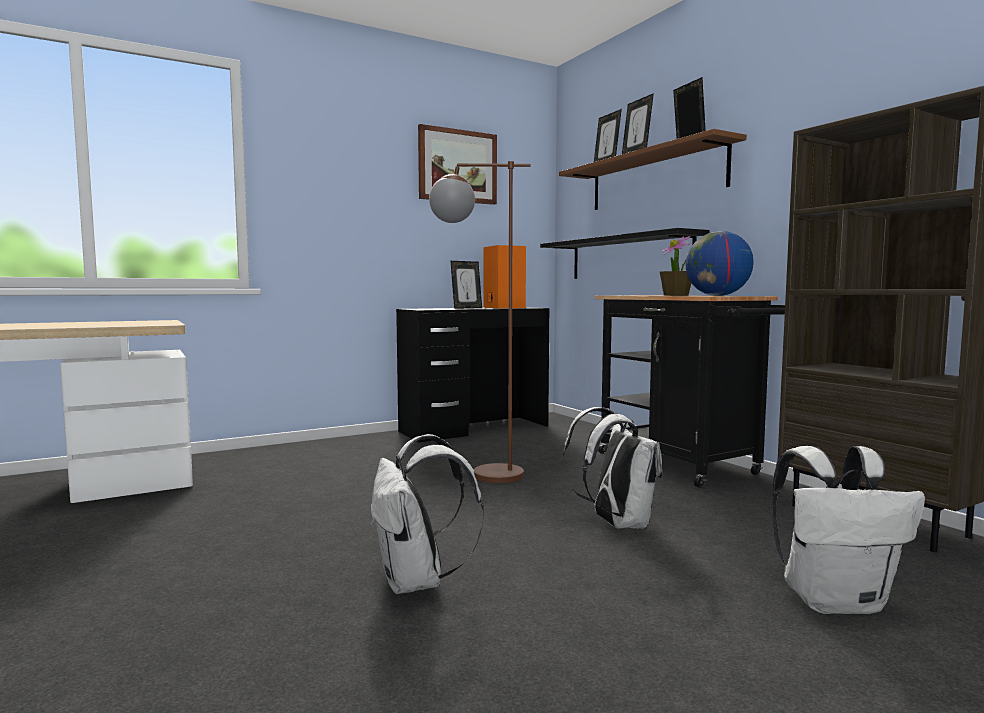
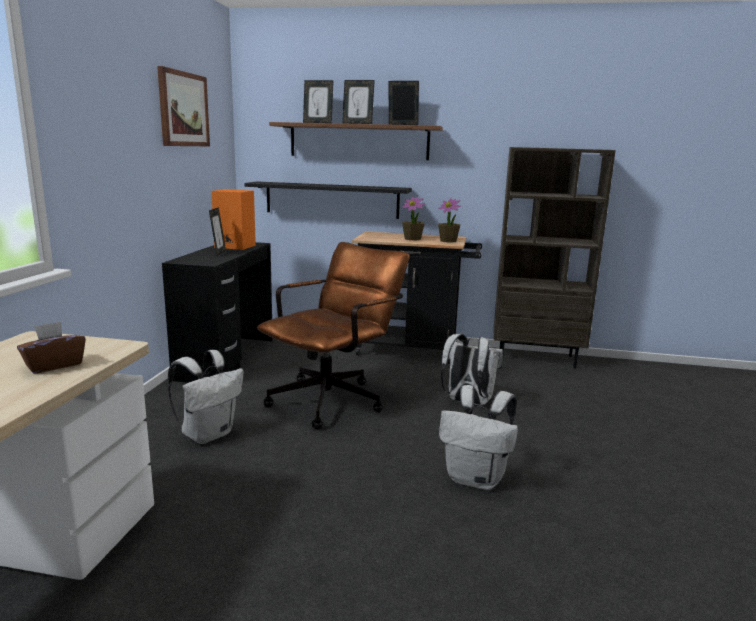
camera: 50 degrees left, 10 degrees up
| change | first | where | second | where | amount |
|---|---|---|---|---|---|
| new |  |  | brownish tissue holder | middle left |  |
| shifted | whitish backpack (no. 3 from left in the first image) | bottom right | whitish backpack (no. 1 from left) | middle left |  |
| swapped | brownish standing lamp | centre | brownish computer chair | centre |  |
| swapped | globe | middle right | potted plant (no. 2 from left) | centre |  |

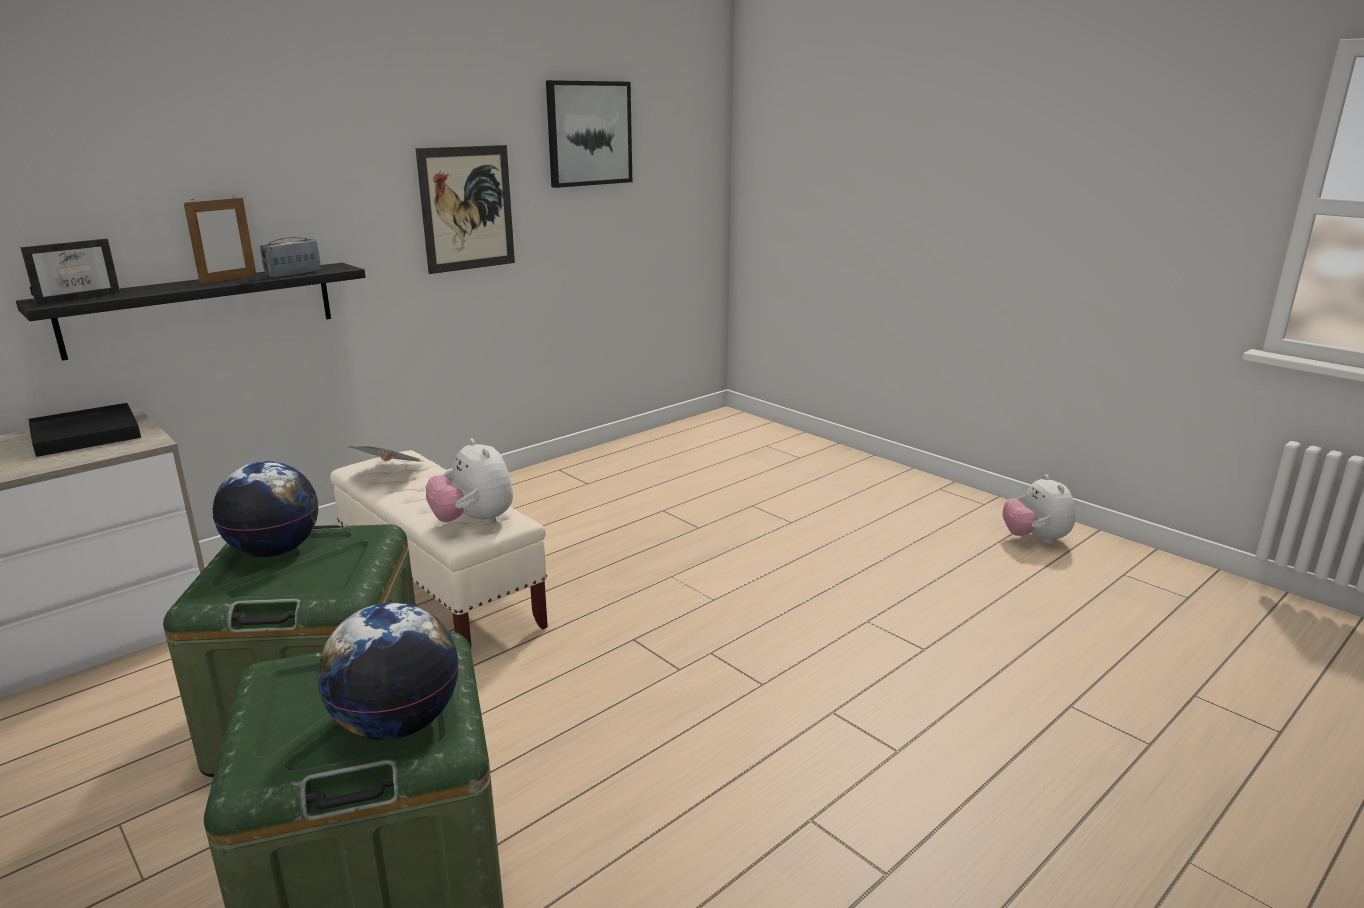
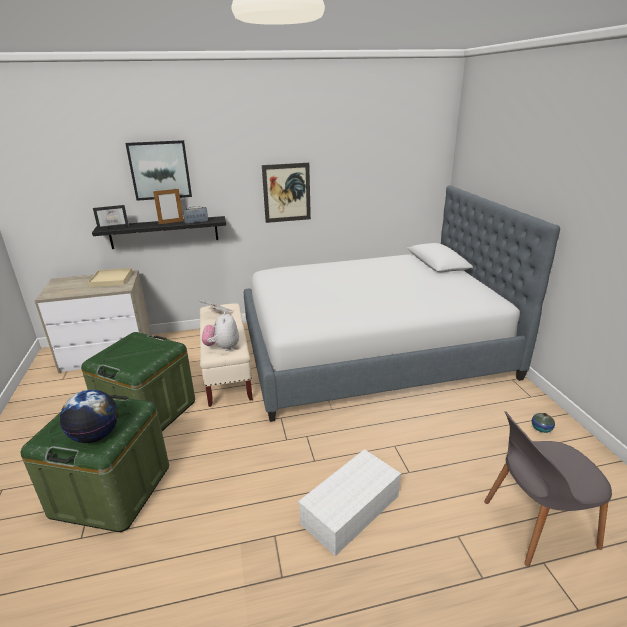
camera: 30 degrees right, 5 degrees up
| change | first | where | second | where | amount |
|---|---|---|---|---|---|
| repainted | black-coloured tray | middle left | sand-coloured tray | middle left |  |
| shifted | wall art (no. 2 from left in the first image) | top centre | wall art (no. 1 from left) | top left |  |
| new |  |  | sleeping bed | centre |  |
| new |  |  | whitish storage bin | bottom centre |  |
| new |  |  | greyish upright chair | bottom right |  |
| swapped | soft toy (no. 2 from left) | middle right | flower vase | bottom right |  |
| gone | globe (no. 1 from left) | middle left |  |  |  |

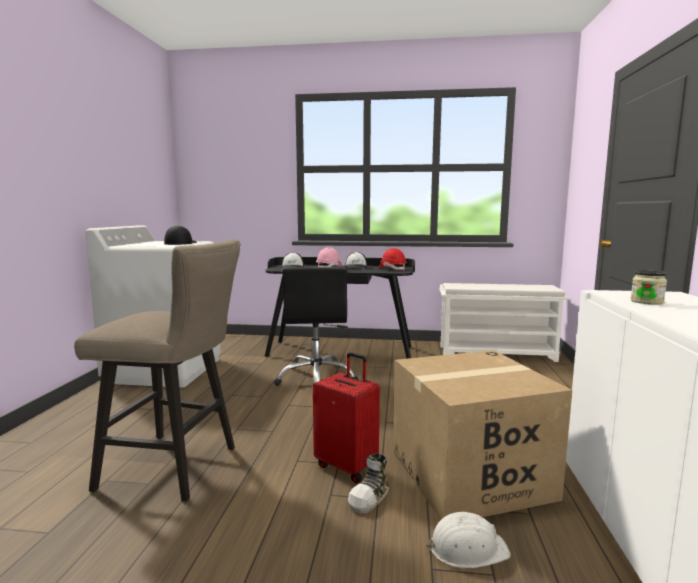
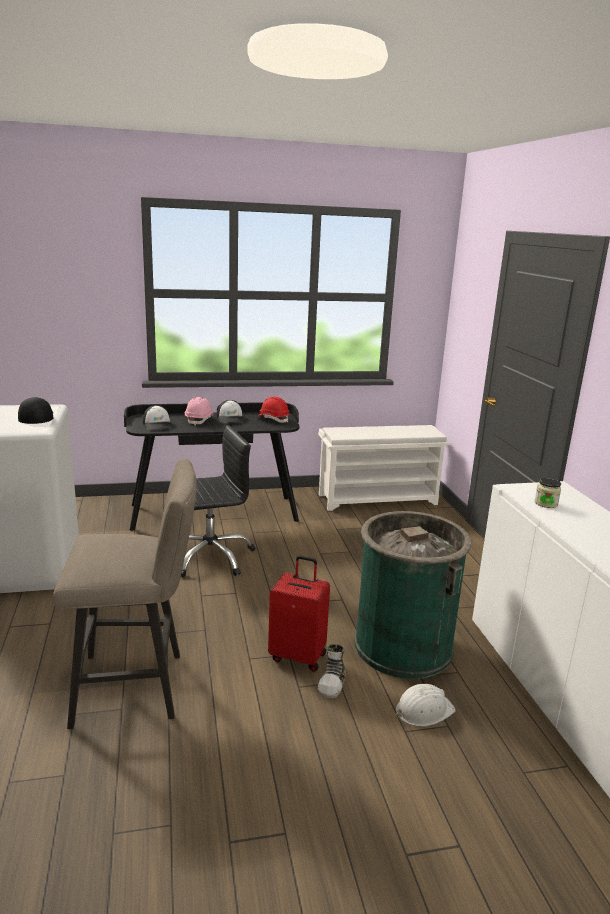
camera: 20 degrees left, 10 degrees up
| change | first | where | second | where | amount |
|---|---|---|---|---|---|
| rotated | black-coloured computer chair | centre |  | centre | 90 degrees counterclockwise |
| swapped | cardboard box | bottom right | greenish rubbish bin | middle right |  |

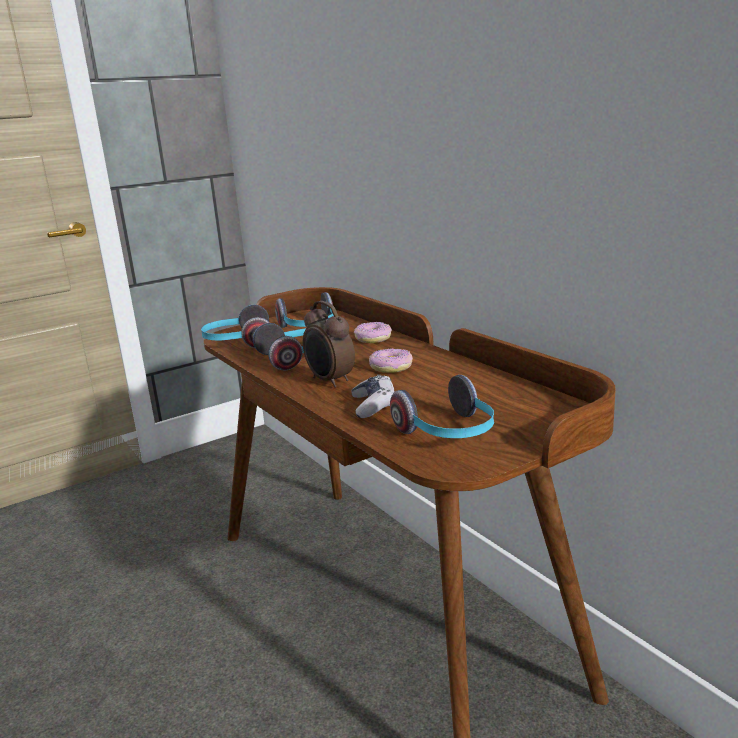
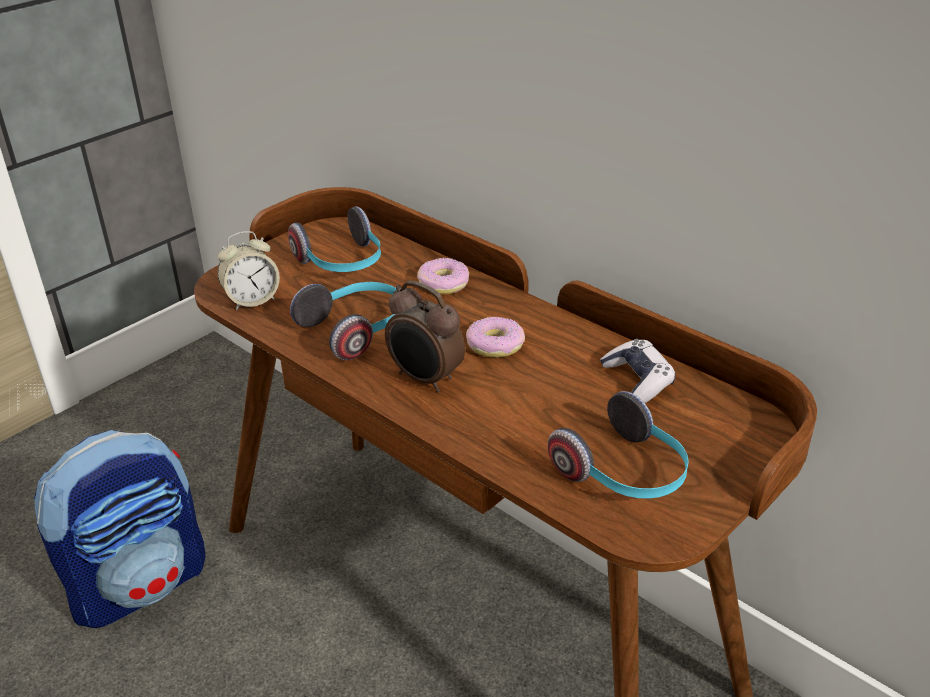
camera: 15 degrees left, 15 degrees up
| change | first | where | second | where | amount |
|---|---|---|---|---|---|
| new |  |  | backpack | bottom left |  |
| swapped | headphones (no. 1 from left) | middle left | bedside clock (no. 1 from left) | middle left |  |
| shifted | gamepad | centre |  | middle right |  |

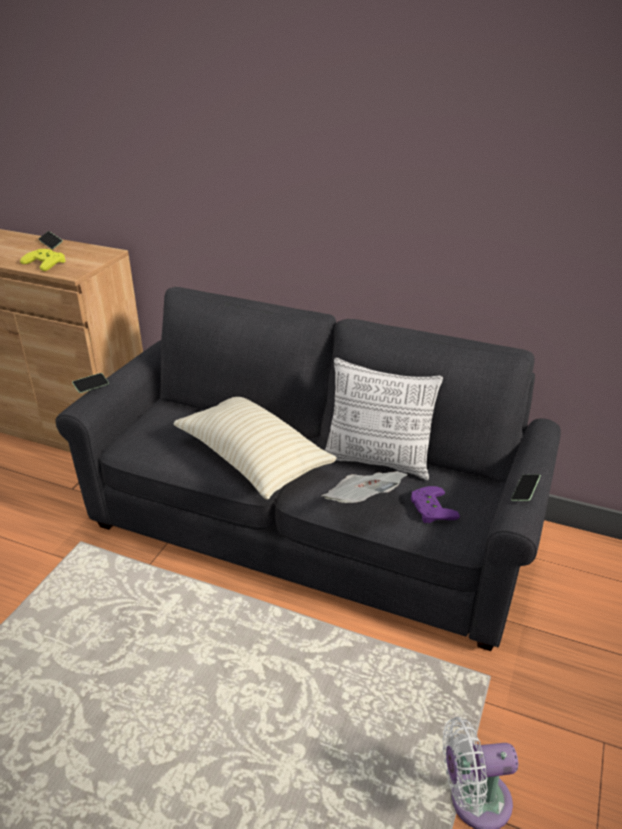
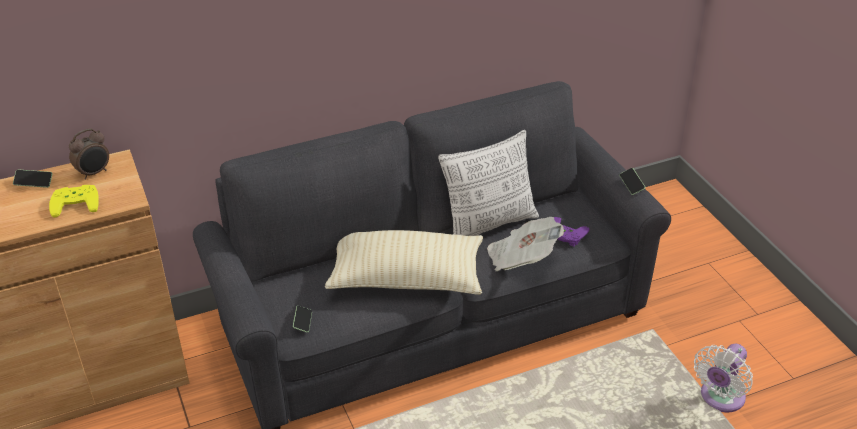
camera: 45 degrees left, 5 degrees up
| change | first | where | second | where | amount |
|---|---|---|---|---|---|
| new |  |  | bedside clock | middle left |  |
| shifted | telephone (no. 2 from left) | middle left |  | bottom centre |  |

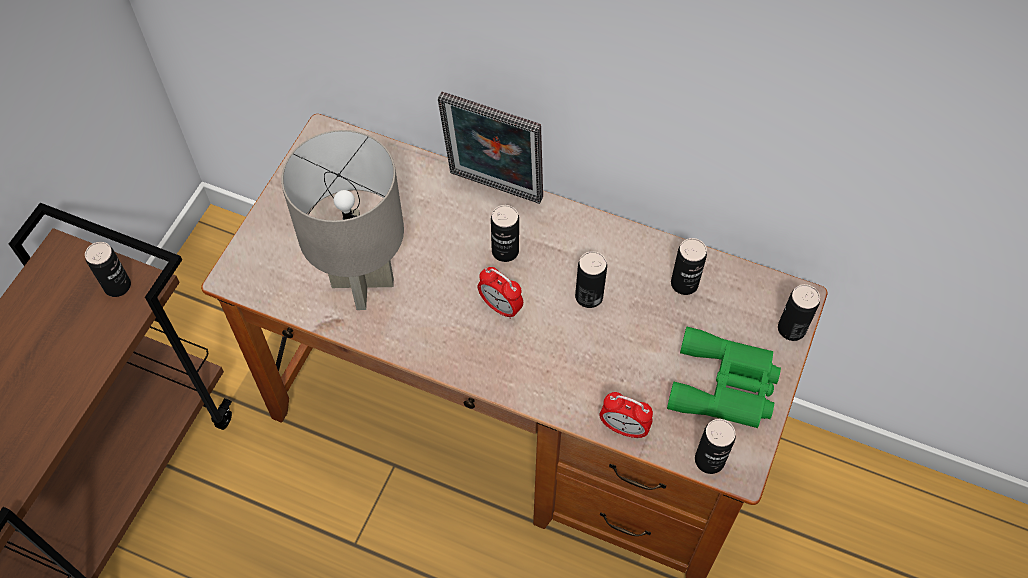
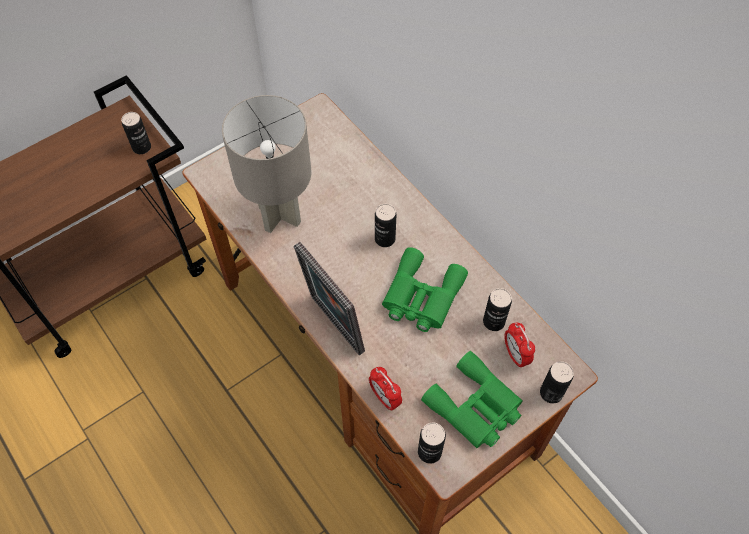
camera: 30 degrees right, 0 degrees up
| change | first | where | second | where | amount |
|---|---|---|---|---|---|
| shifted | picture frame | top centre |  | centre |  |
| swapped | metal can (no. 3 from left) | centre | greenish pair of binoculars (no. 1 from left) | centre |  |
| shifted | bedside clock (no. 1 from left in the first image) | centre | bedside clock (no. 2 from left) | middle right |  |

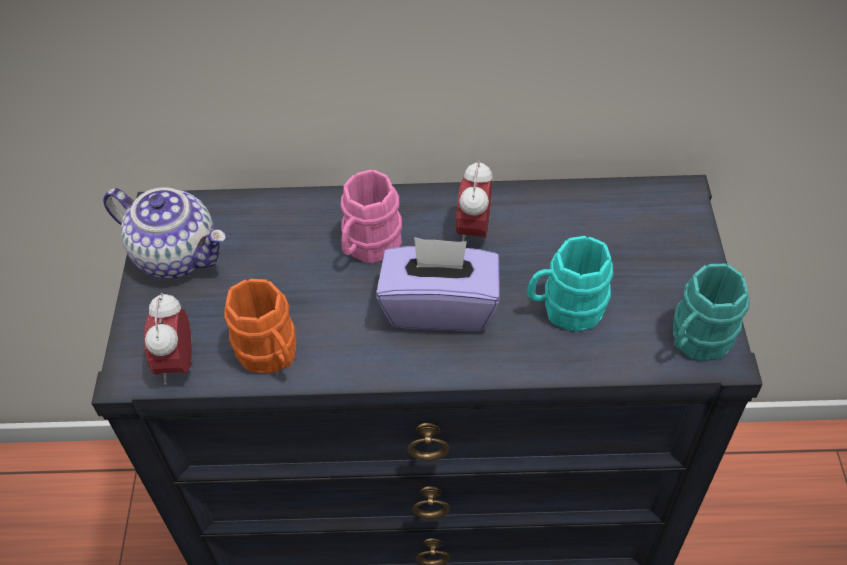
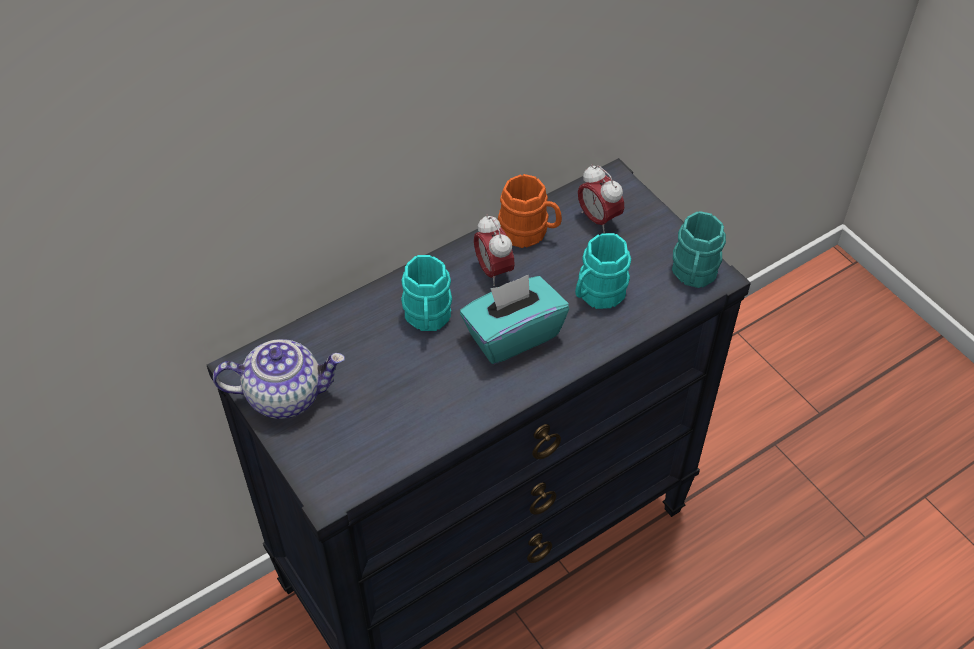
camera: 35 degrees left, 0 degrees up
| change | first | where | second | where | amount |
|---|---|---|---|---|---|
| repainted | pinkish coffee mug | centre | turquoise-coloured coffee mug (no. 1 from left) | centre |  |
| repainted | purple-coloured tissue holder | centre | turquoise-coloured tissue holder | centre |  |
| shifted | orangey coffee mug | middle left |  | top centre |  |
| shifted | bedside clock (no. 1 from left in the first image) | middle left | bedside clock (no. 2 from left) | top centre |  |

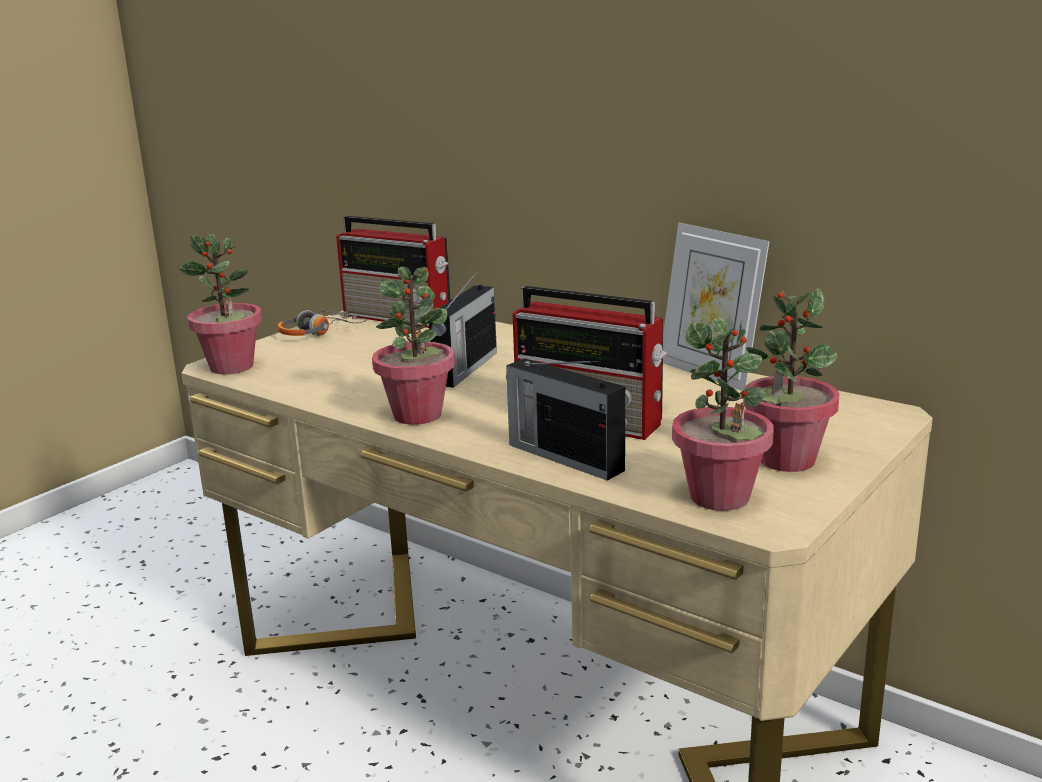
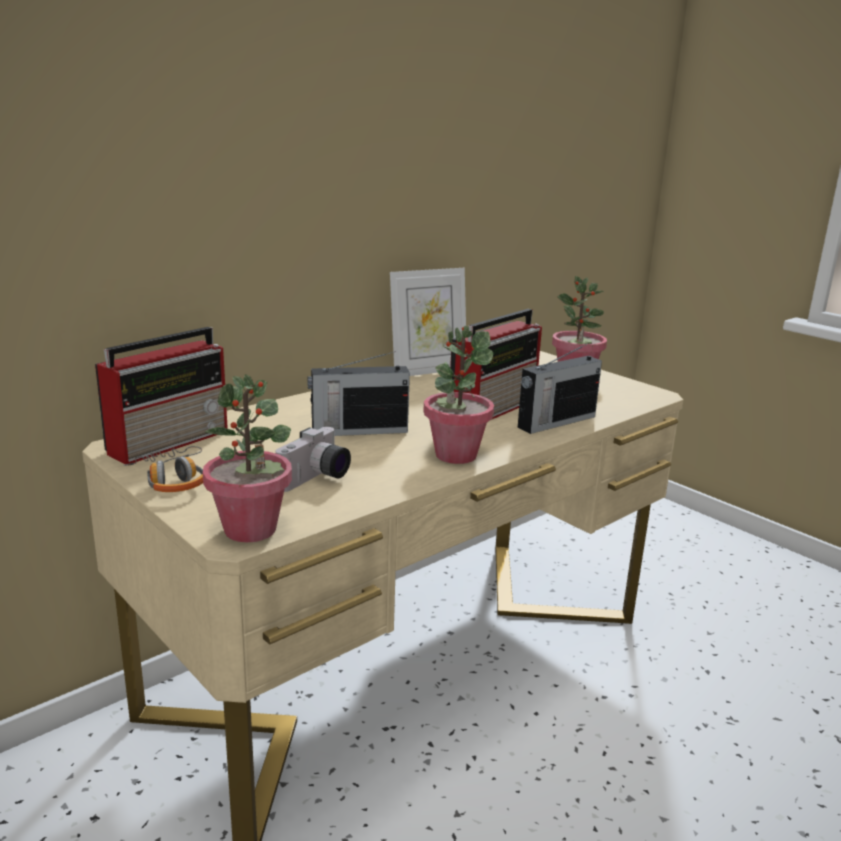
camera: 80 degrees left, 0 degrees up
| change | first | where | second | where | amount |
|---|---|---|---|---|---|
| new |  |  | still camera | centre |  |
| rotated | radio (no. 2 from left) | centre |  | centre | 135 degrees clockwise |
| gone | potted plant (no. 3 from left) | middle right |  |  |  |

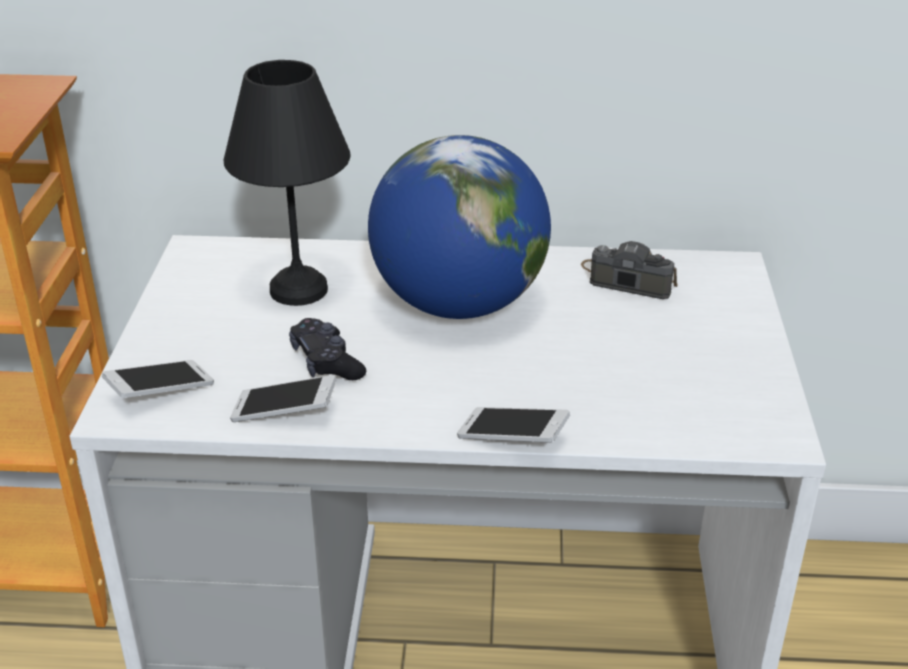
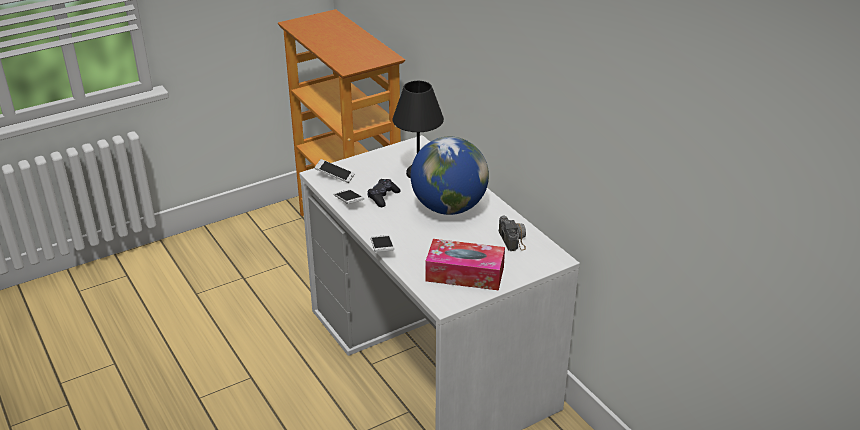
camera: 55 degrees right, 0 degrees up
| change | first | where | second | where | amount |
|---|---|---|---|---|---|
| new |  |  | tissue holder | centre |  |

